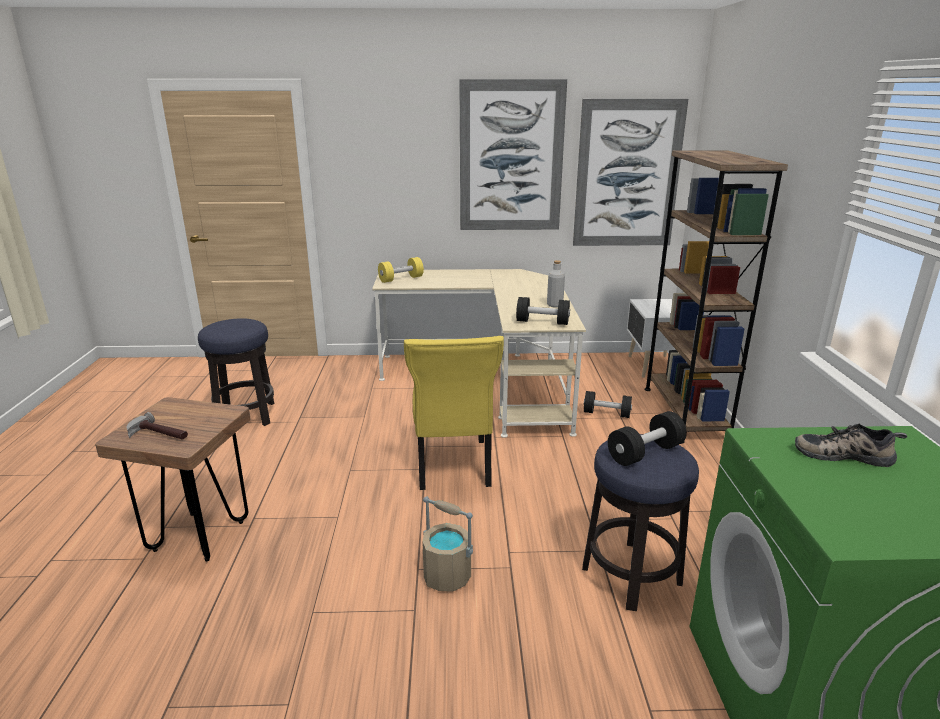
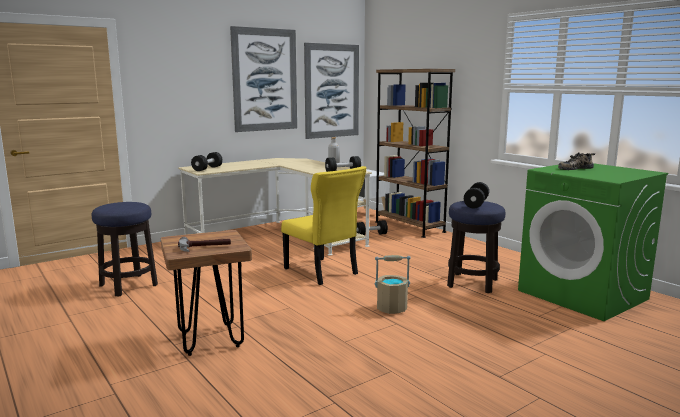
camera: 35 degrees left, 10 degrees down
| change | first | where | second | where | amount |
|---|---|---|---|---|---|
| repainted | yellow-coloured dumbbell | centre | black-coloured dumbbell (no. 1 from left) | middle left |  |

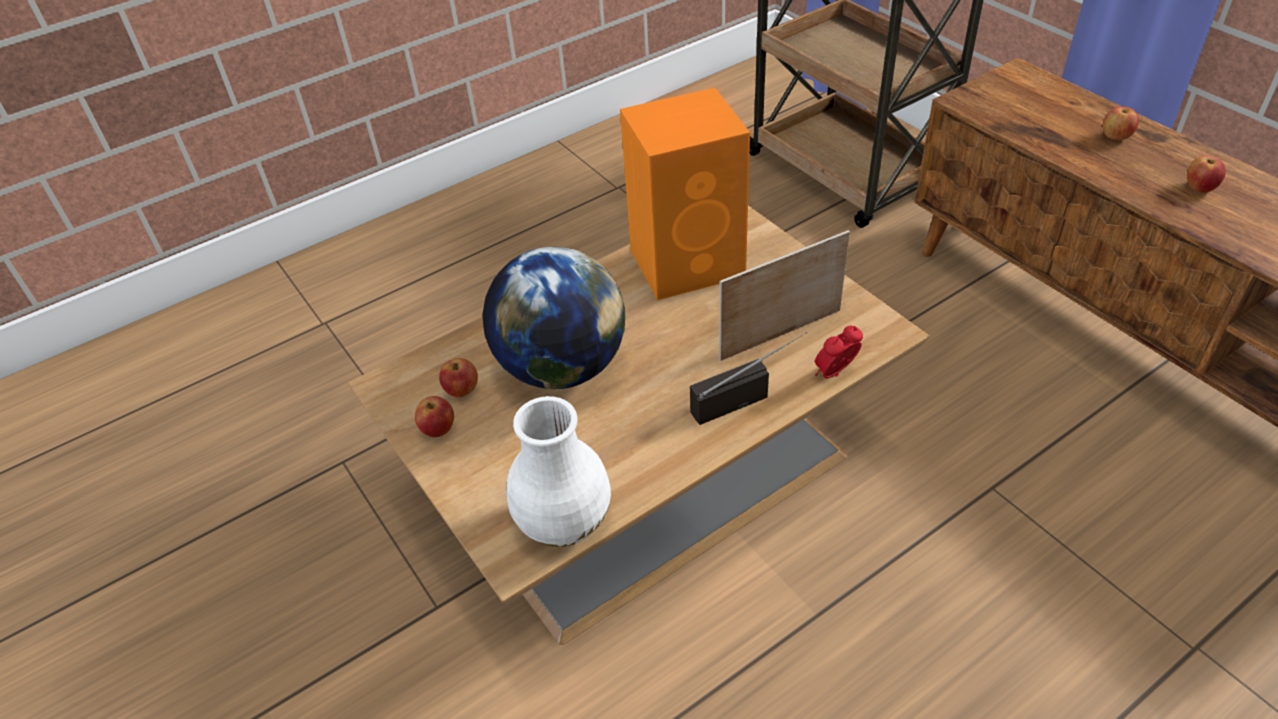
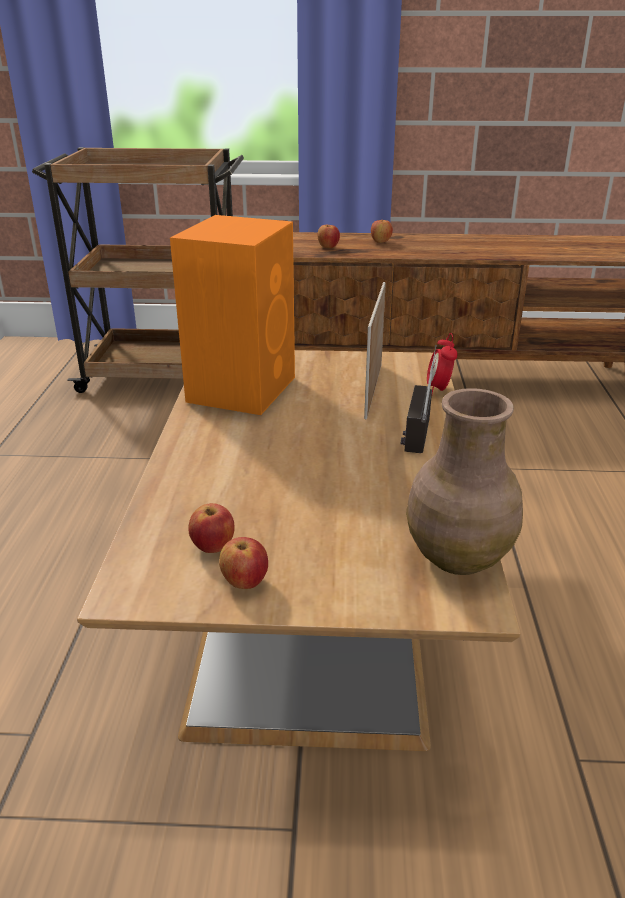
camera: 55 degrees left, 15 degrees down
| change | first | where | second | where | amount |
|---|---|---|---|---|---|
| shifted | apple fruit (no. 4 from left in the first image) | top right | apple fruit (no. 3 from left) | top centre |  |
| repainted | whitish flower vase | centre | brownish flower vase | middle right |  |
| gone | globe | centre |  |  |  |

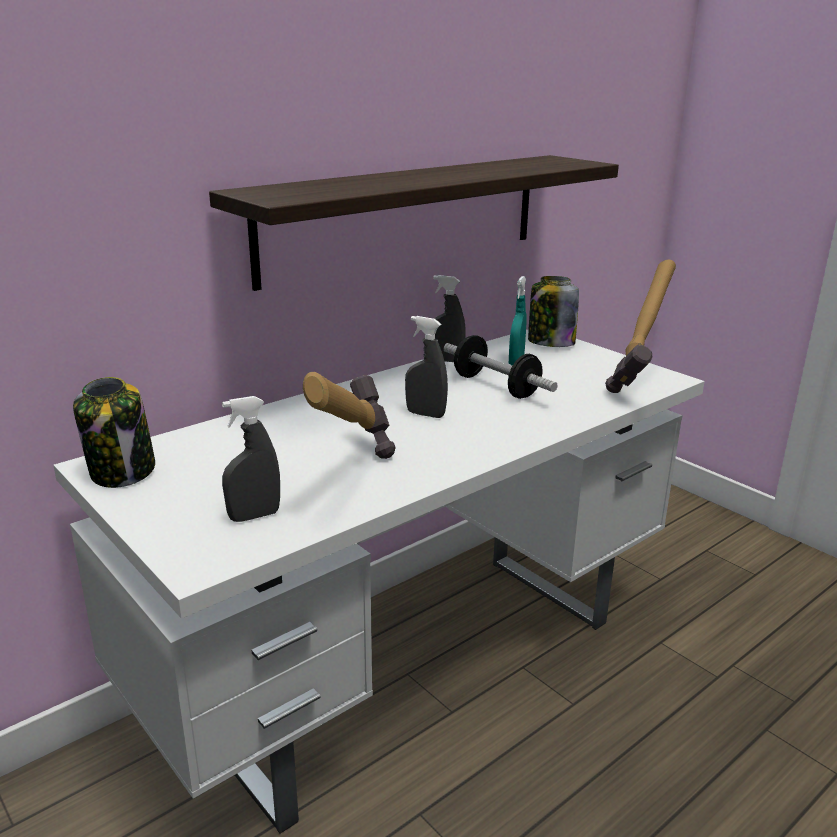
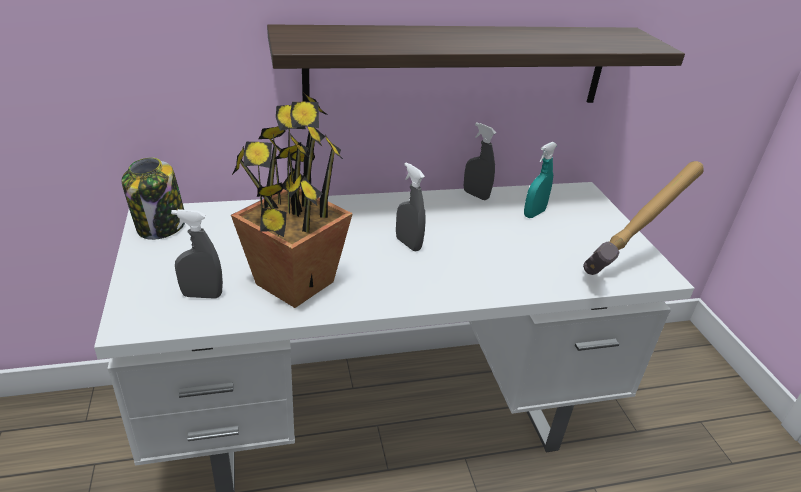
camera: 25 degrees right, 10 degrees up
| change | first | where | second | where | amount |
|---|---|---|---|---|---|
| swapped | hand hammer (no. 1 from left) | centre | potted plant | centre |  |
| gone | dumbbell | centre |  |  |  |
| gone | preserve jar (no. 2 from left) | centre |  |  |  |

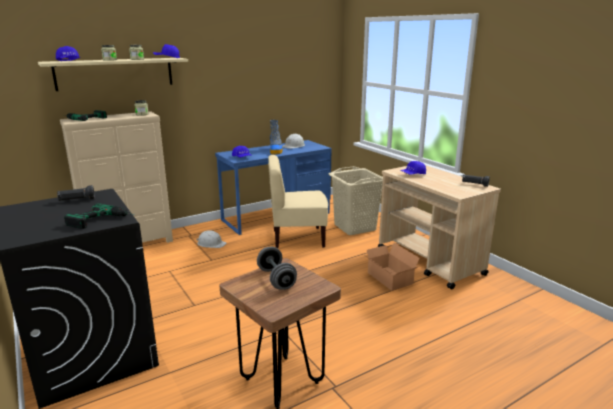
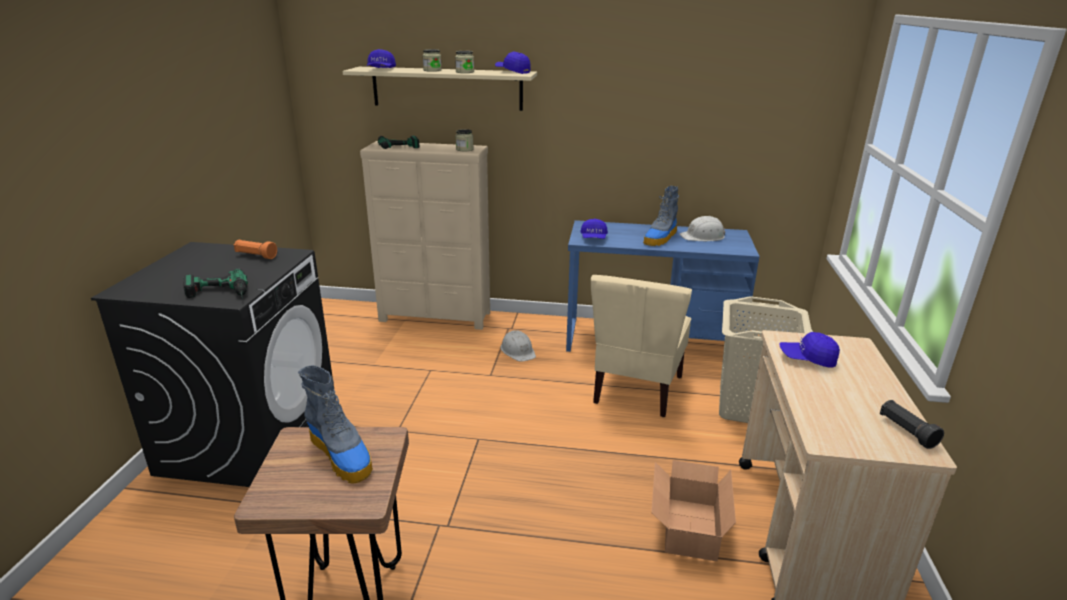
camera: 40 degrees right, 5 degrees up
| change | first | where | second | where | amount |
|---|---|---|---|---|---|
| repainted | black-coloured hand torch (no. 1 from left) | middle left | orangey hand torch | middle left |  |
| swapped | greyish dumbbell | centre | tall boot (no. 1 from left) | bottom left |  |
| rotated | sand-coloured upright chair | centre |  | centre | 105 degrees counterclockwise |

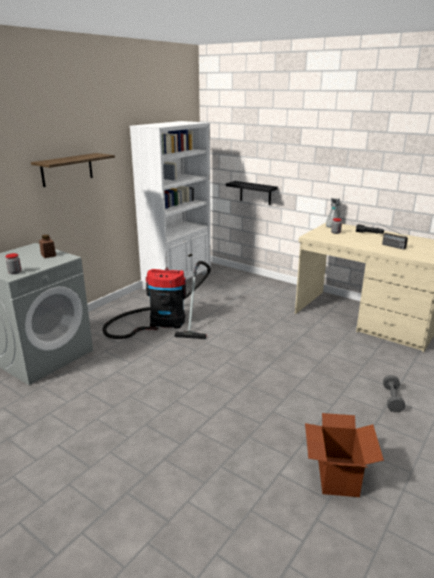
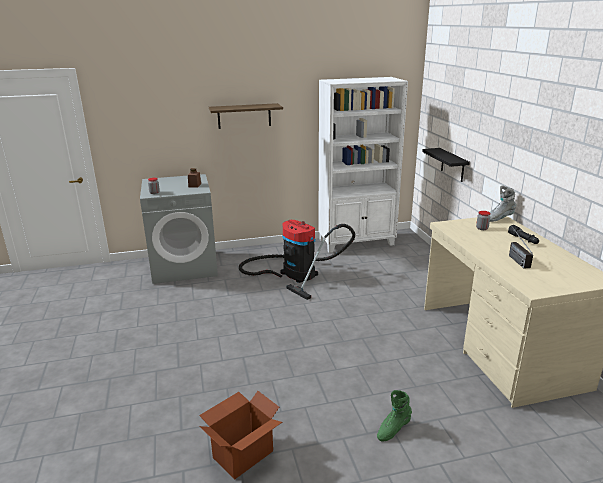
camera: 40 degrees right, 0 degrees up
| change | first | where | second | where | amount |
|---|---|---|---|---|---|
| swapped | greyish dumbbell | bottom right | greenish tall boot | bottom centre |  |

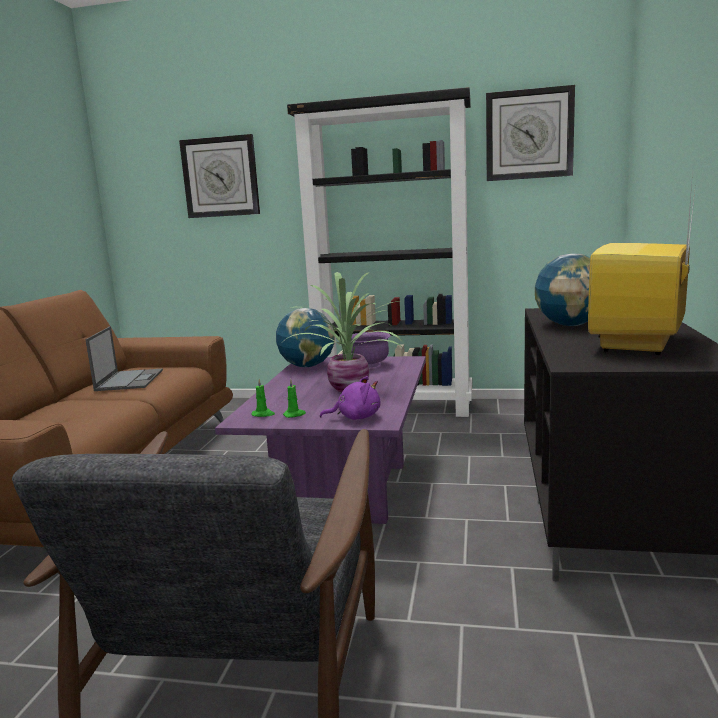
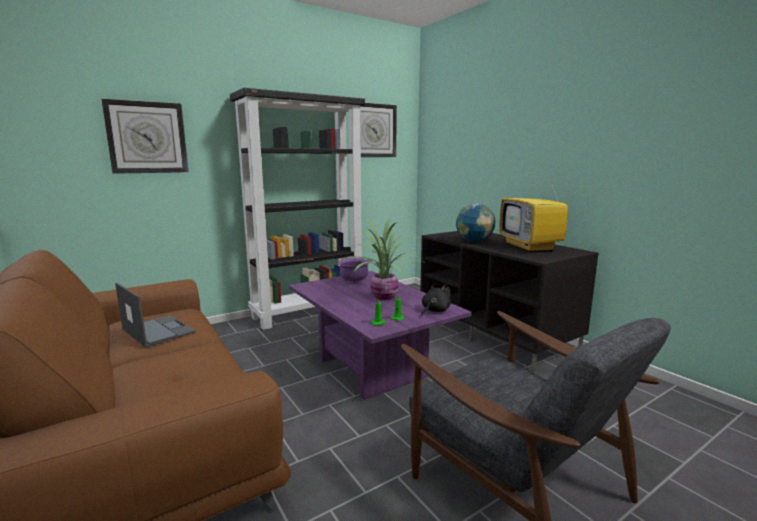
camera: 45 degrees left, 0 degrees up
| change | first | where | second | where | amount |
|---|---|---|---|---|---|
| repainted | purple-coloured soft toy | centre | black-coloured soft toy | centre |  |
| gone | globe (no. 1 from left) | centre |  |  |  |

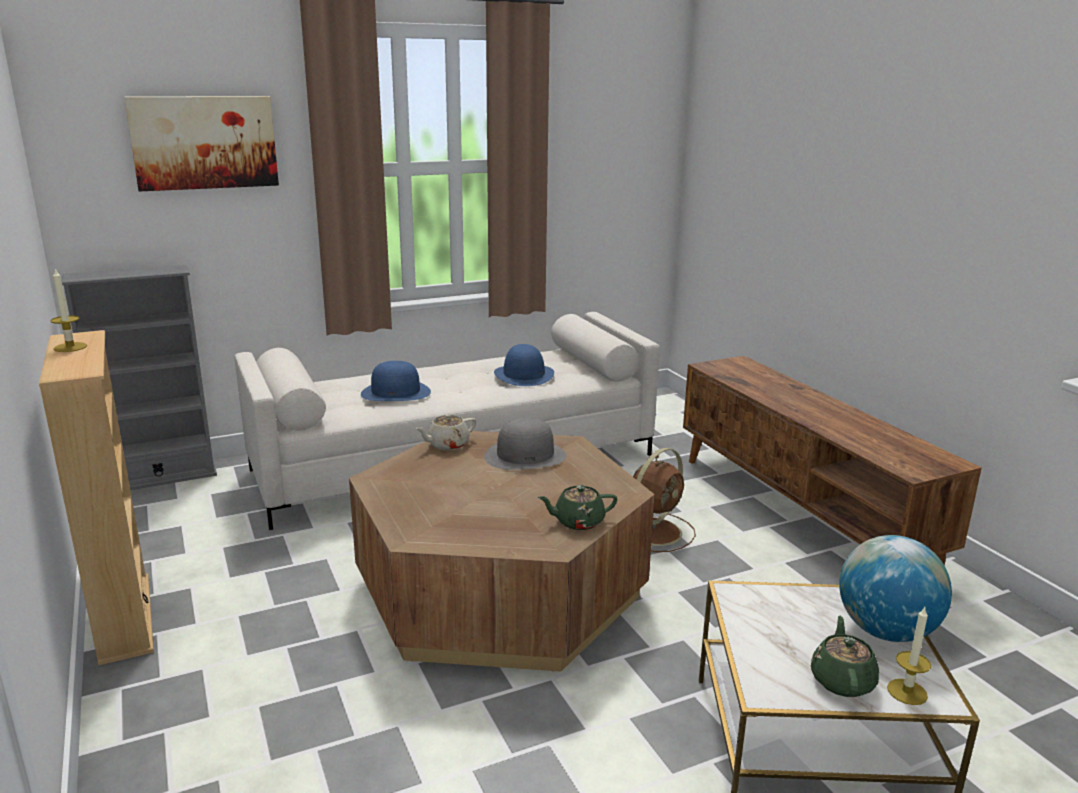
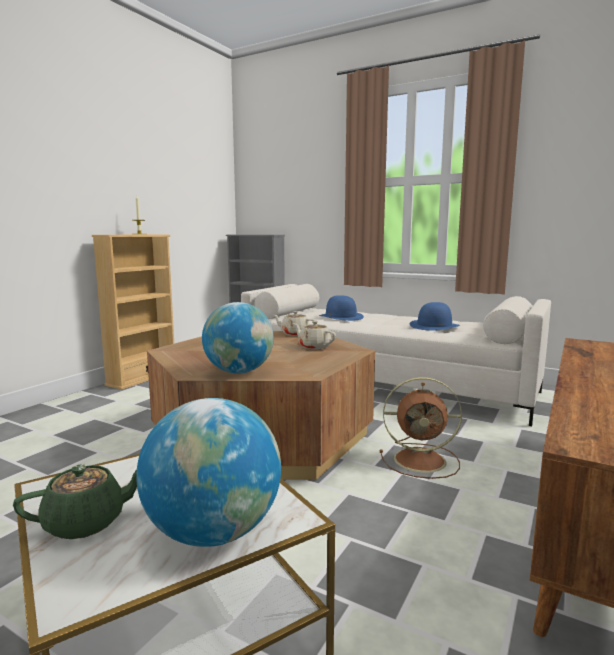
camera: 55 degrees right, 10 degrees down
| change | first | where | second | where | amount |
|---|---|---|---|---|---|
| swapped | greenish tea pot (no. 1 from left) | centre | globe (no. 2 from left) | centre |  |
| swapped | greyish wearable hat | centre | sand-coloured tea pot (no. 2 from left) | centre |  |
| gone | wall art | top left |  |  |  |
| gone | wax light (no. 2 from left) | bottom right |  |  |  |

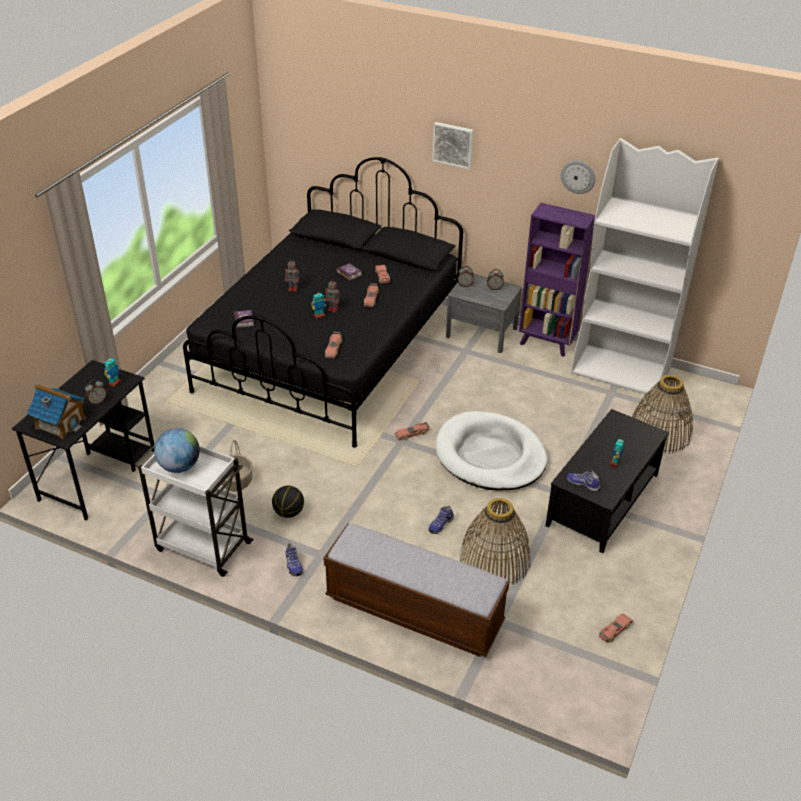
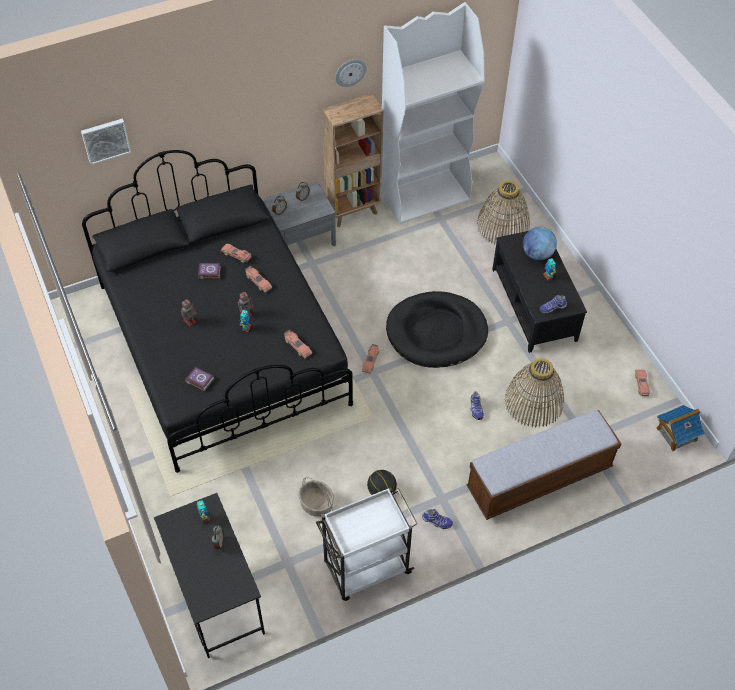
camera: 50 degrees left, 15 degrees up
| change | first | where | second | where | amount |
|---|---|---|---|---|---|
| shifted | wall art | top centre |  | top left |  |
| repainted | purple-coloured shelving unit | middle right | brownish shelving unit | top centre |  |
| repainted | whitish dog bed | centre | black-coloured dog bed | centre |  |
| shifted | globe | middle left |  | middle right |  |
| shifted | model house | middle left |  | middle right |  |

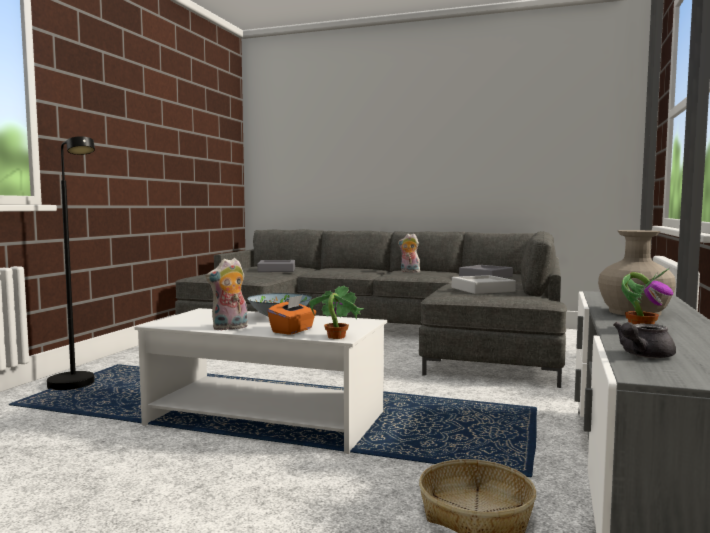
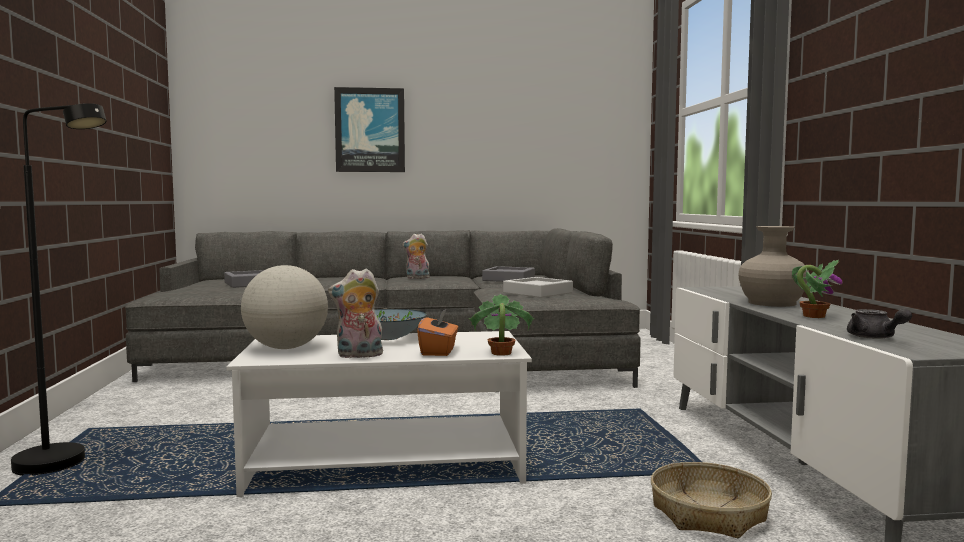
camera: 25 degrees left, 0 degrees up
| change | first | where | second | where | amount |
|---|---|---|---|---|---|
| new |  |  | globe | middle left |  |
| rotated | soft toy (no. 1 from left) | middle left |  | centre | 45 degrees clockwise |
| new |  |  | wall art | top centre |  |
| rotated | greyish tea pot | middle right |  | middle right | 45 degrees counterclockwise |

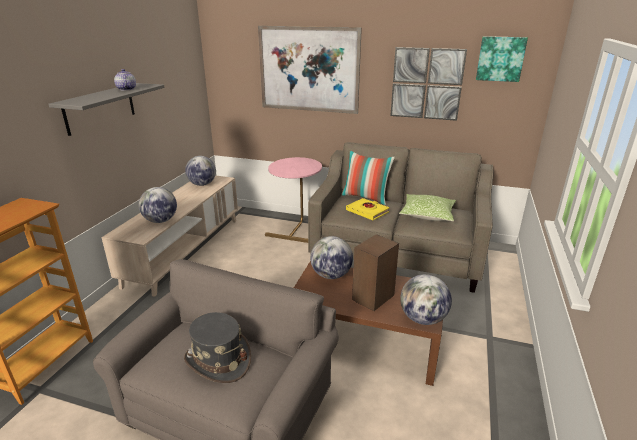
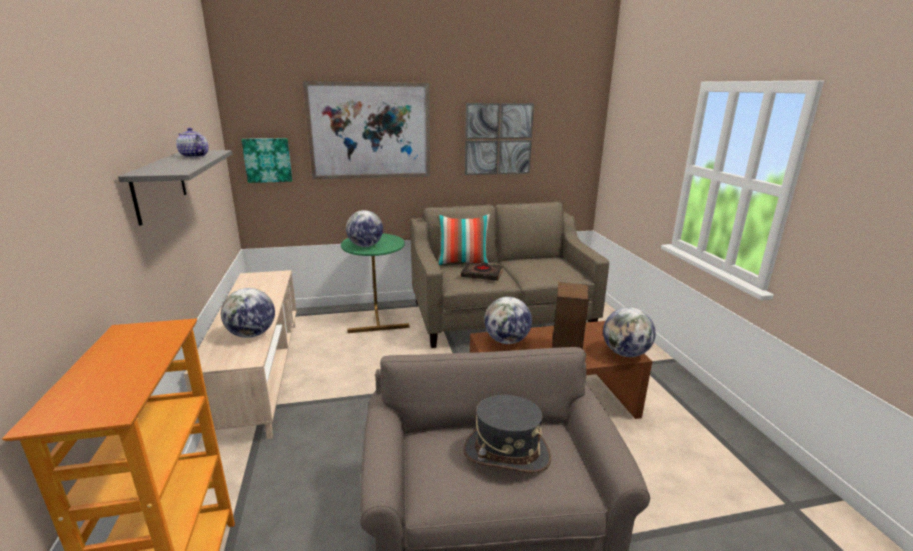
camera: 30 degrees left, 5 degrees down
| change | first | where | second | where | amount |
|---|---|---|---|---|---|
| shifted | wall art (no. 3 from left in the first image) | top right | wall art (no. 1 from left) | top left |  |
| repainted | pinkish side table | centre | greenish side table | centre |  |
| shifted | globe (no. 2 from left) | middle left |  | centre |  |
| repainted | yellow-coloured book | centre | black-coloured book | centre |  |
| gone | cushion (no. 2 from left) | middle right |  |  |  |

